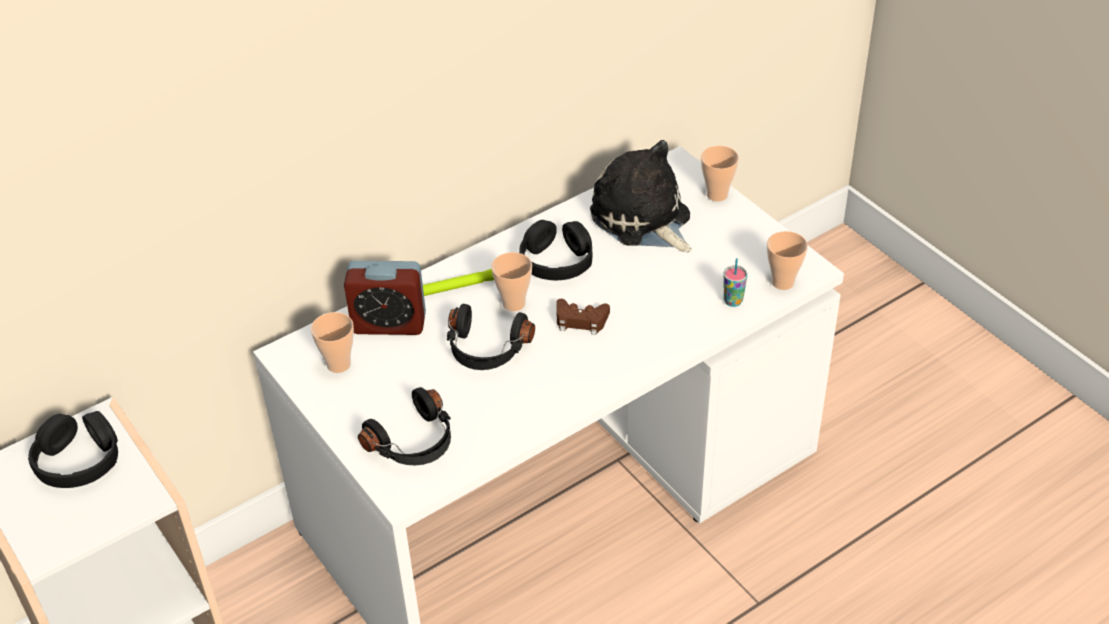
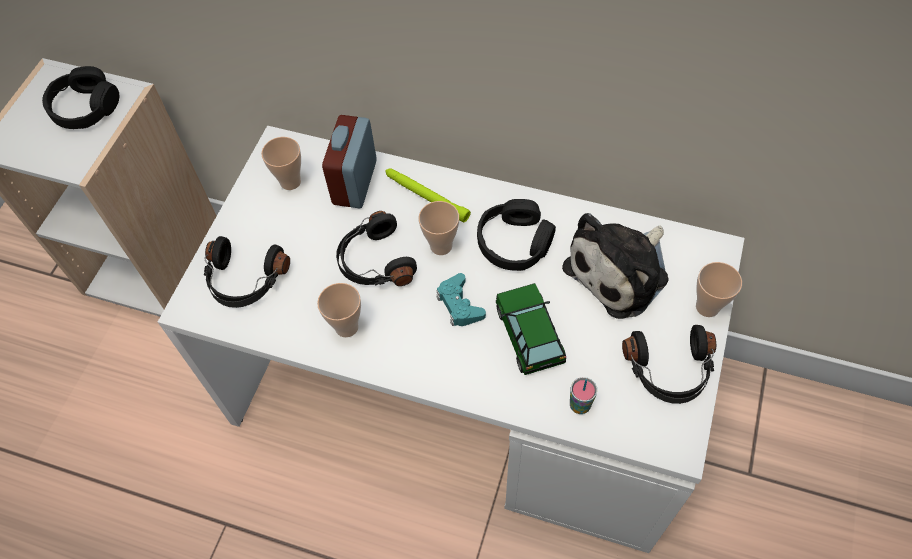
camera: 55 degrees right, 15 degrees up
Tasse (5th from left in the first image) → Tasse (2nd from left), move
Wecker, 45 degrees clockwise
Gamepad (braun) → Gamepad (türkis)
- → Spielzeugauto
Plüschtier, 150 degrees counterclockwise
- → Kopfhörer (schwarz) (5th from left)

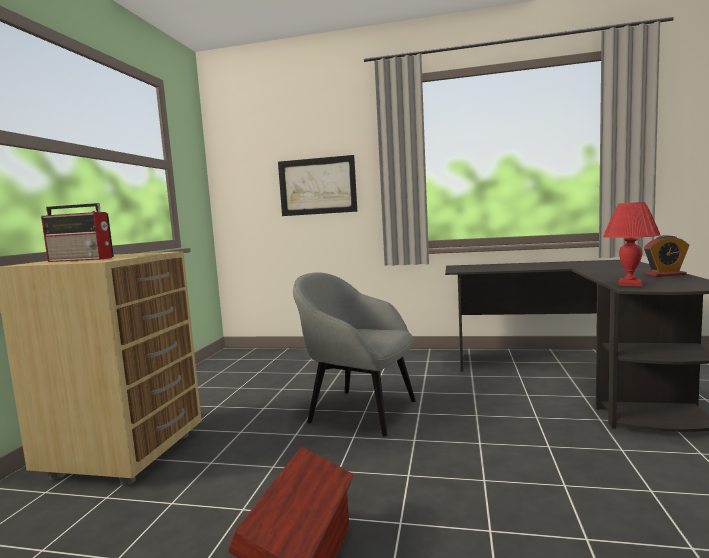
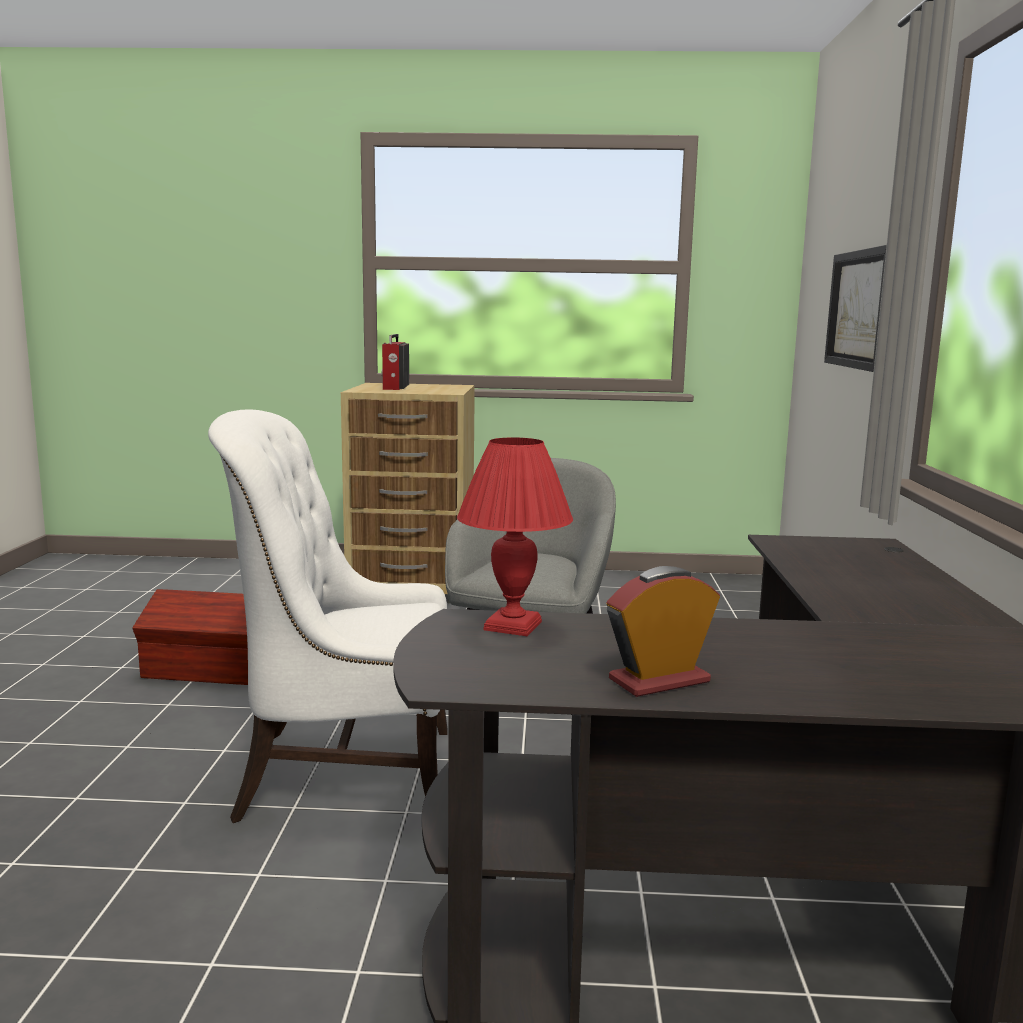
camera: 80 degrees right, 5 degrees up
- → Stuhl (weiß)
Wecker, 75 degrees clockwise

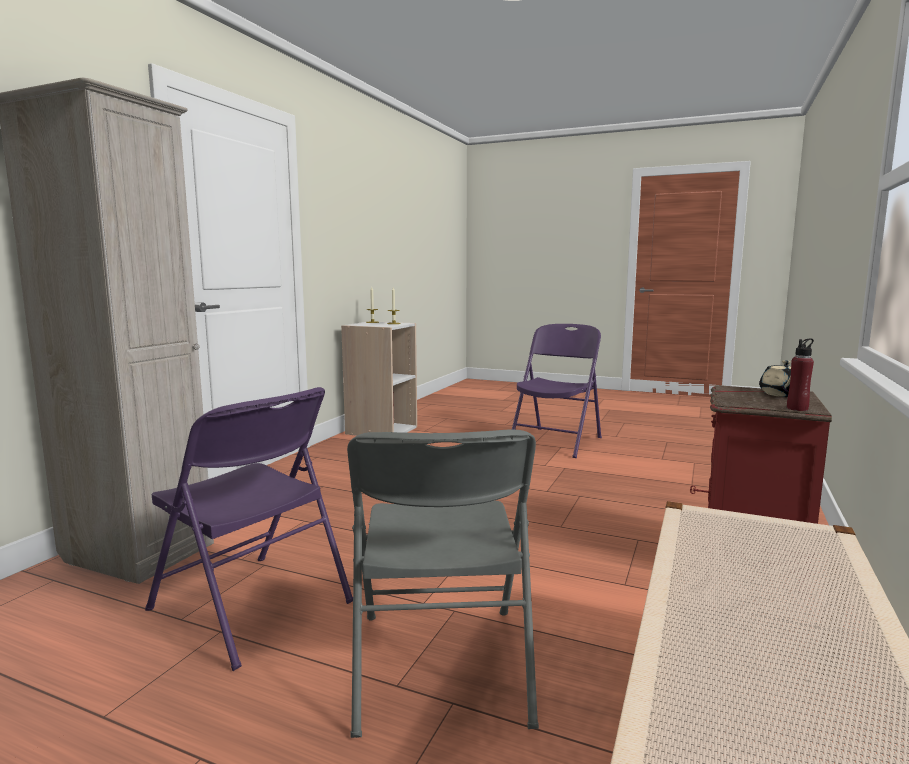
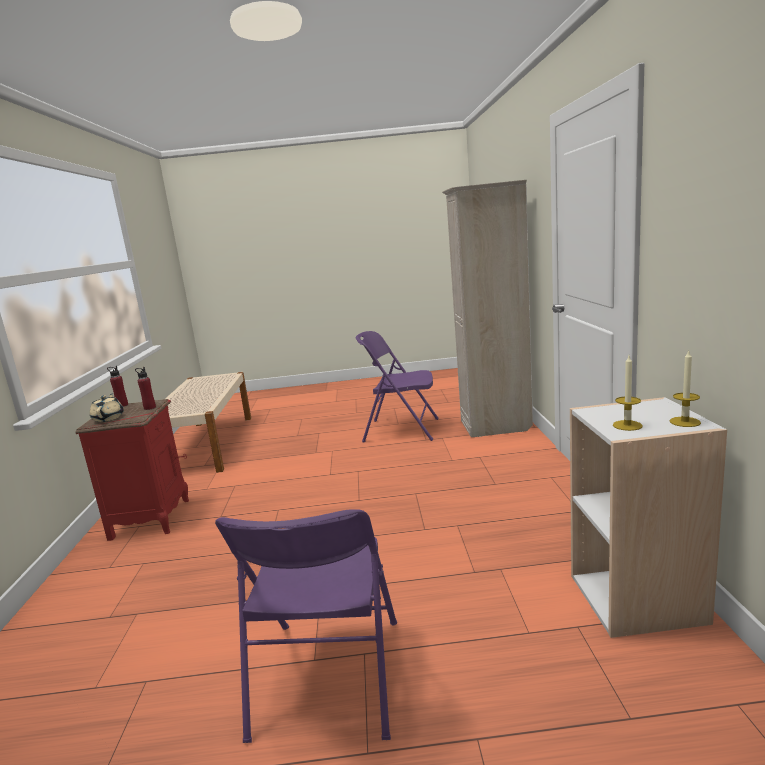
camera: 155 degrees right, 5 degrees up
- → Flasche (rot) (2nd from left)
Stuhl (grau) → -

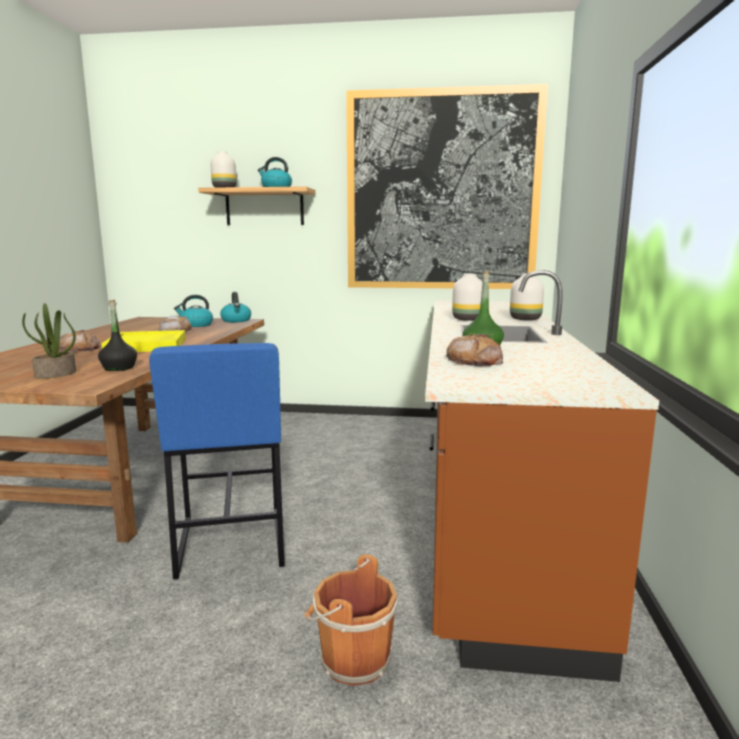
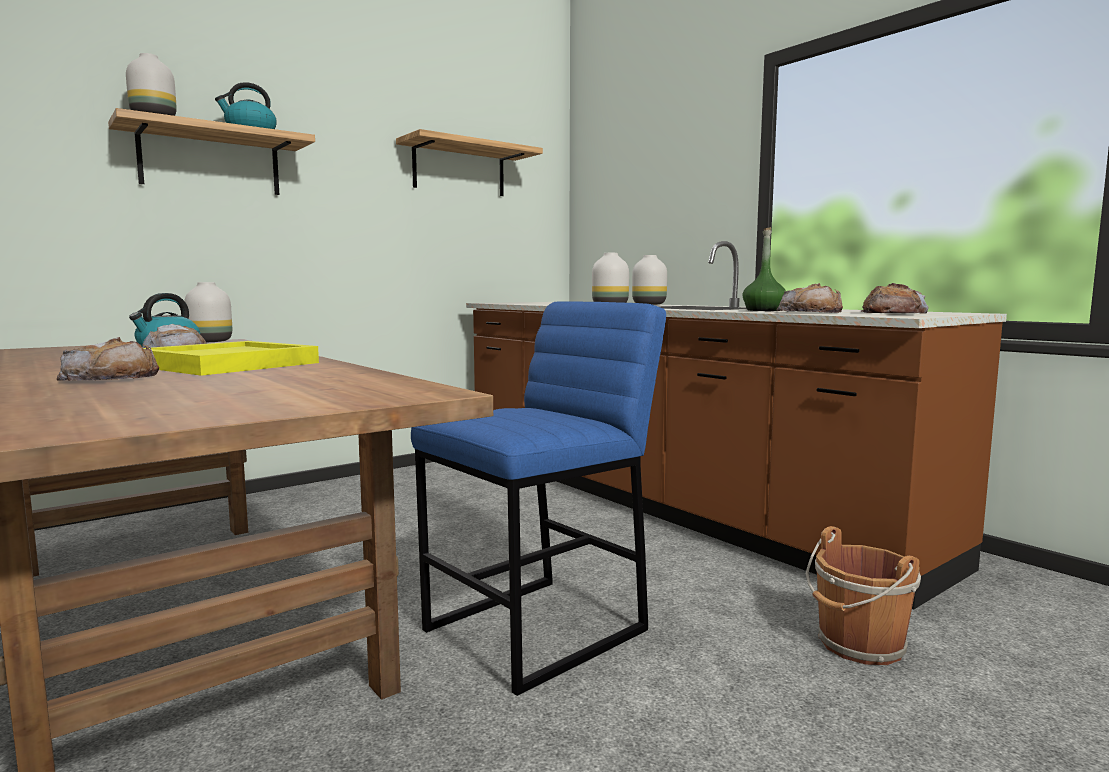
camera: 45 degrees left, 5 degrees down
Wasserkessel (2nd from left) → Vase (weiß) (2nd from left)
Bild → Wandregal (2nd from left)
Stuhl (blau), 75 degrees counterclockwise
- → Brot (4th from left)
Topfpflanze → -
Flasche (schwarz) → -

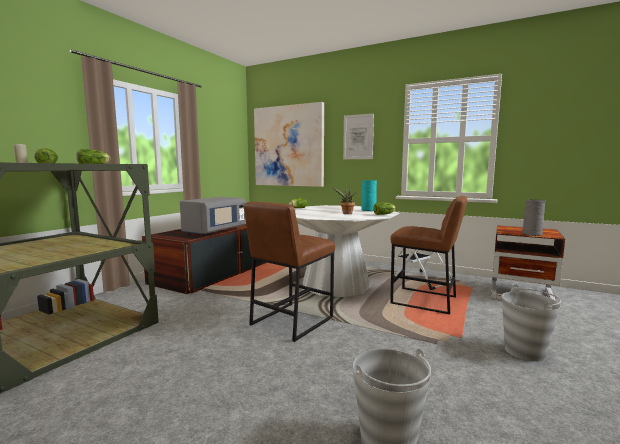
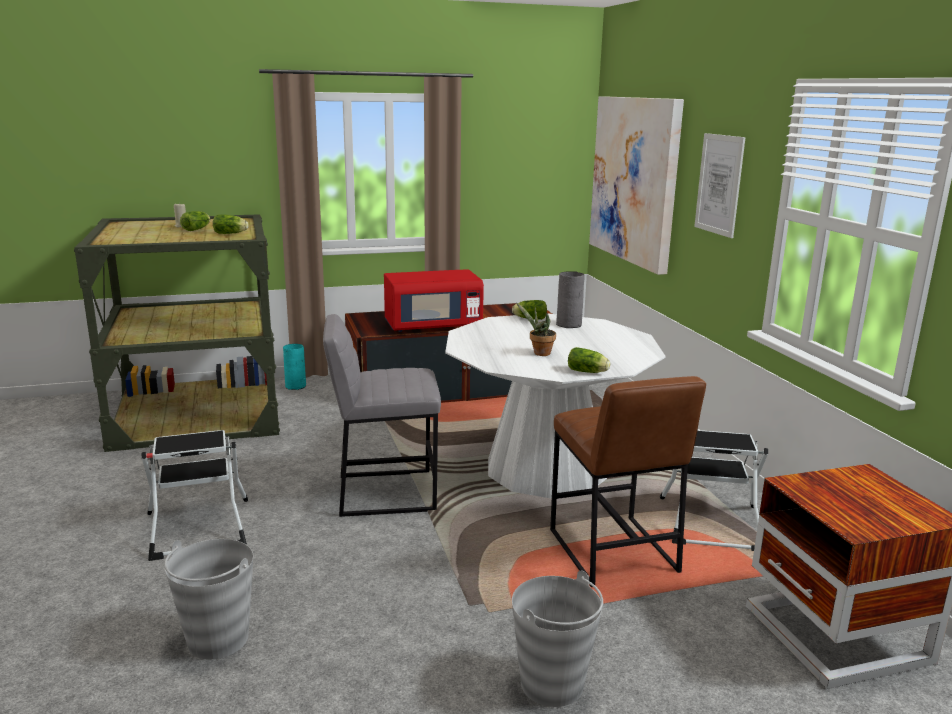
camera: 45 degrees right, 10 degrees up
- → Trittleiter (1st from left)
Vase (türkis), move
Stuhl (braun) (1st from left) → Stuhl (grau)
Mikrowelle (grau) → Mikrowelle (rot)
Vase (grau), move

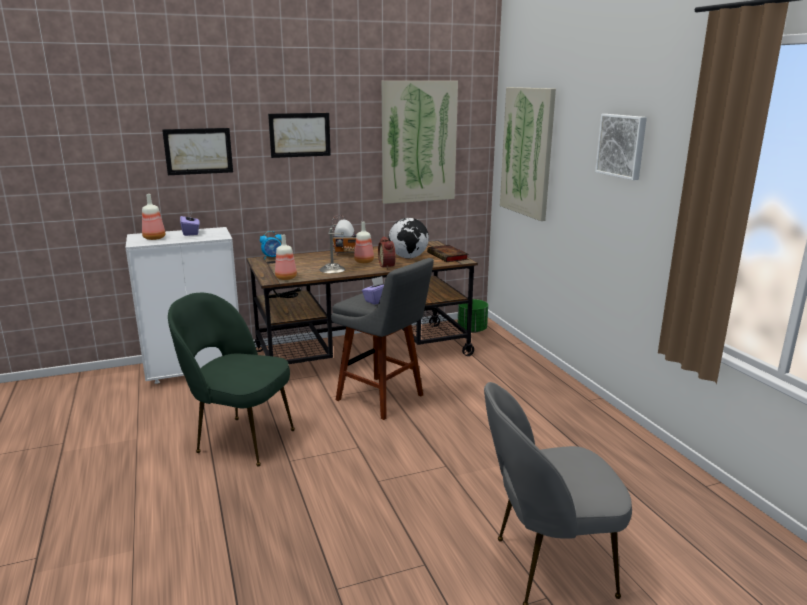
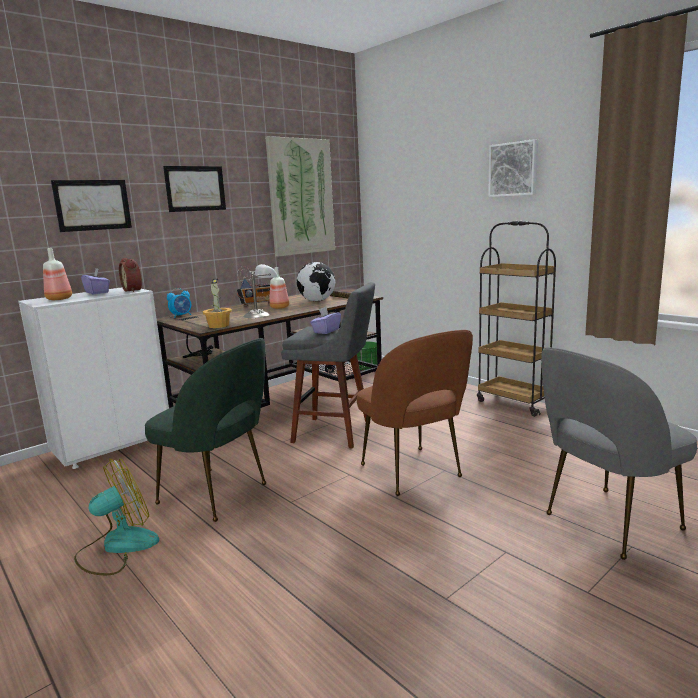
camera: 20 degrees left, 5 degrees down
- → Ventilator
Wecker (2nd from left in the first image) → Wecker (1st from left), move
Stuhl (grün), 150 degrees counterclockwise
Flasche (2nd from left) → Topfpflanze
- → Stuhl (braun)
- → Rollwagen (braun)
Bild (4th from left) → -

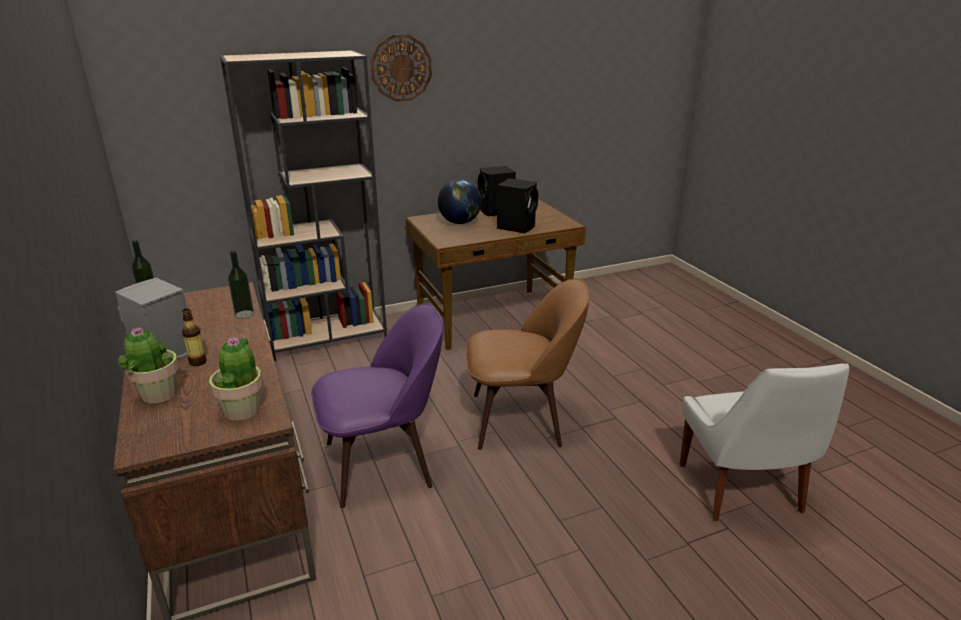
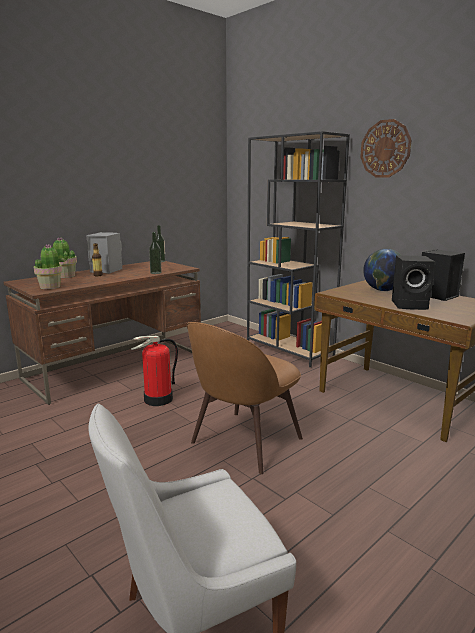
camera: 70 degrees right, 10 degrees down
Stuhl (lila) → Feuerlöscher
Stuhl (braun), 60 degrees clockwise

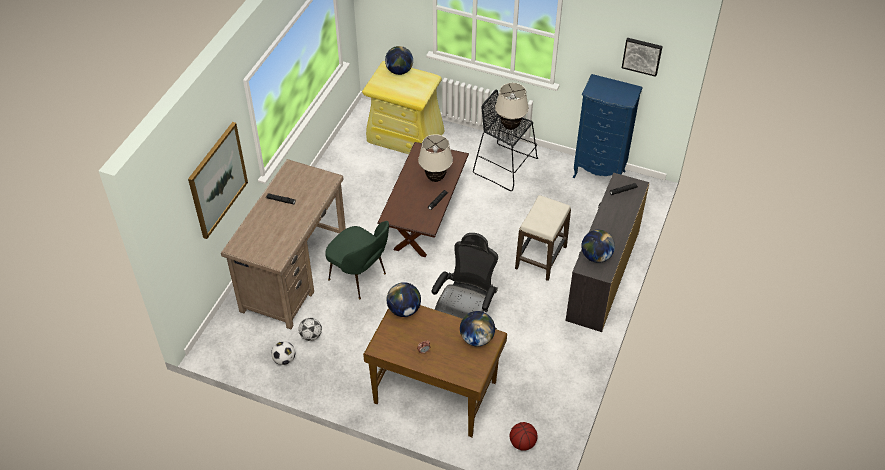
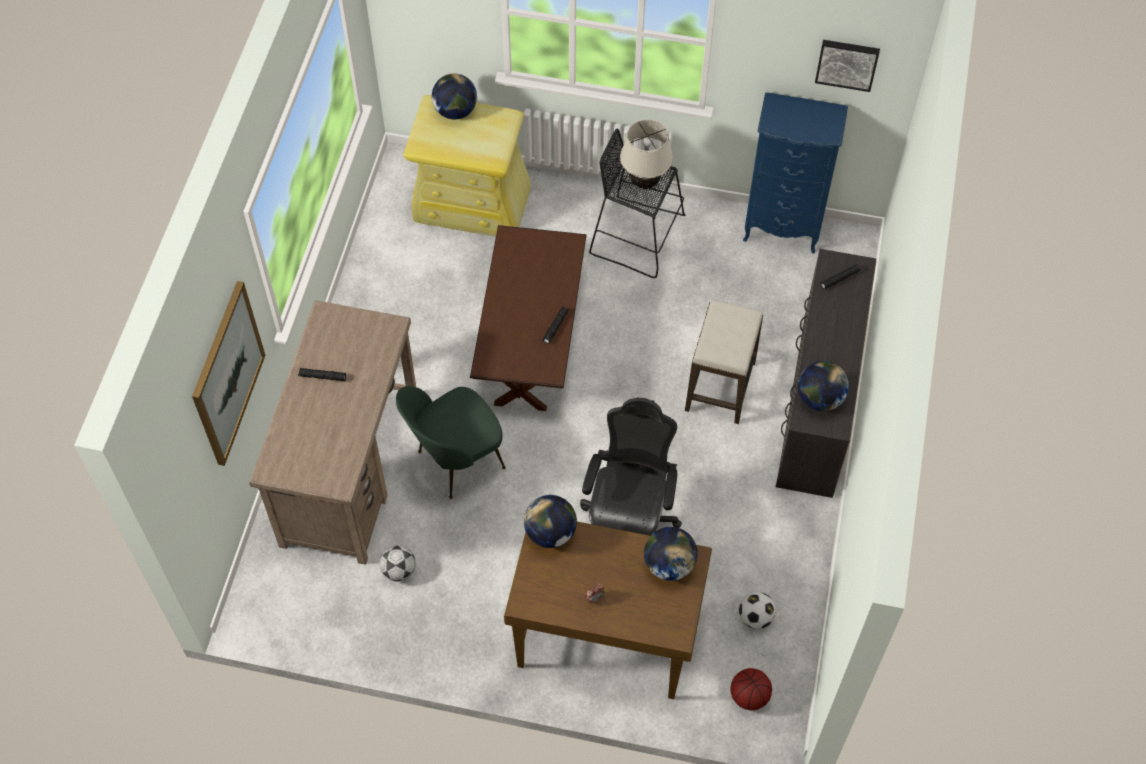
camera: 10 degrees left, 10 degrees up
Stuhl (grün), 120 degrees clockwise
Fußball (1st from left in the first image) → Fußball (2nd from left), move
Tischlampe (beige) (1st from left) → -

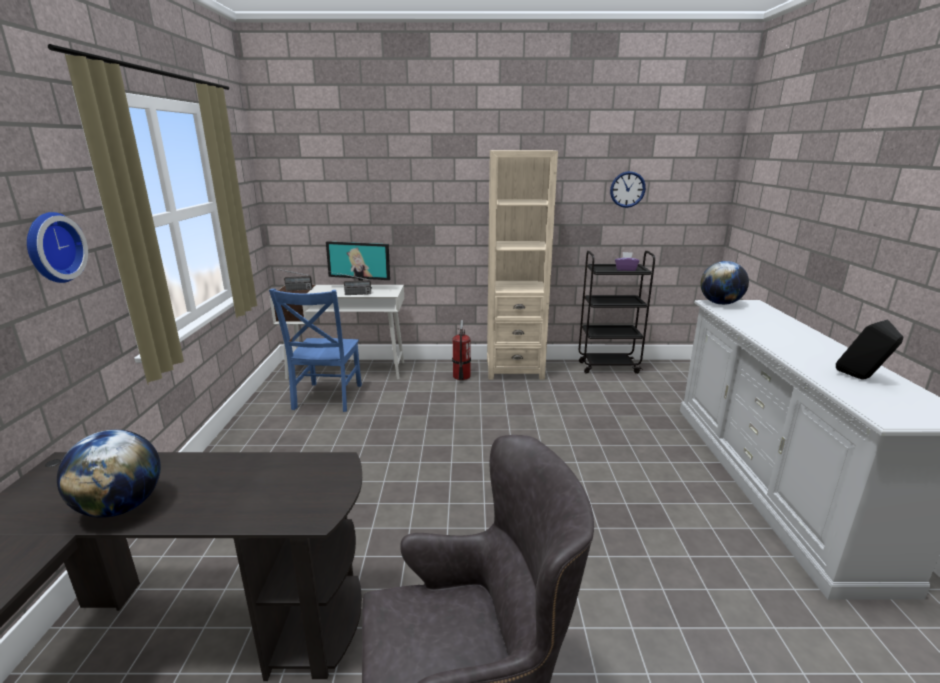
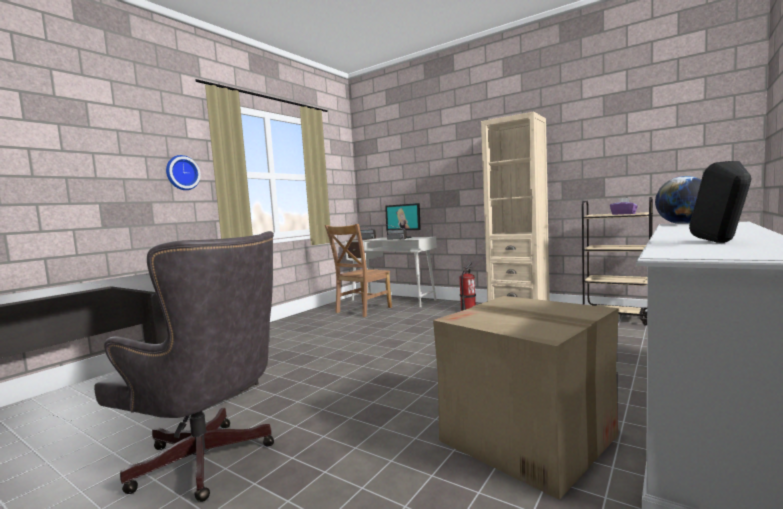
camera: 35 degrees right, 15 degrees down
Stuhl (blau) → Stuhl (braun)
- → Karton
Rollwagen (schwarz) → Rollwagen (beige)
Globus (1st from left) → -
Wanduhr (2nd from left) → -

